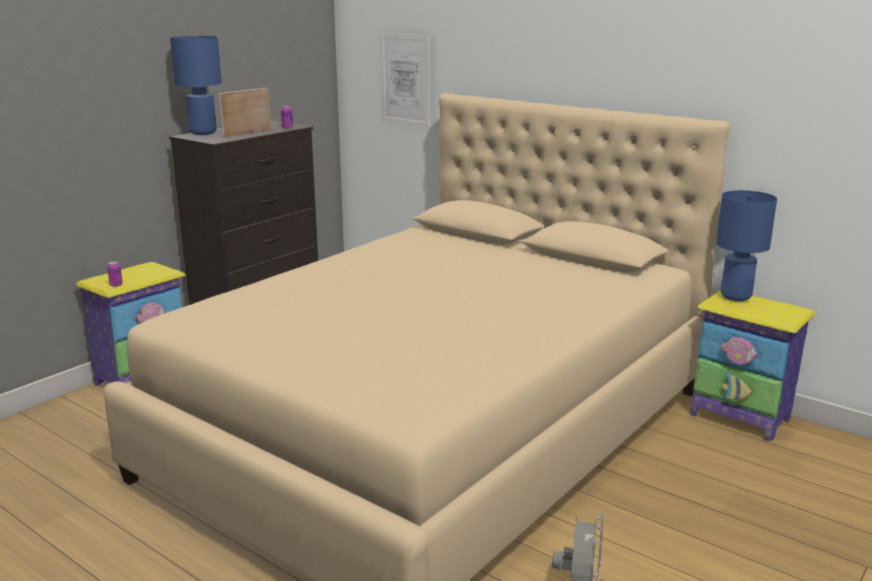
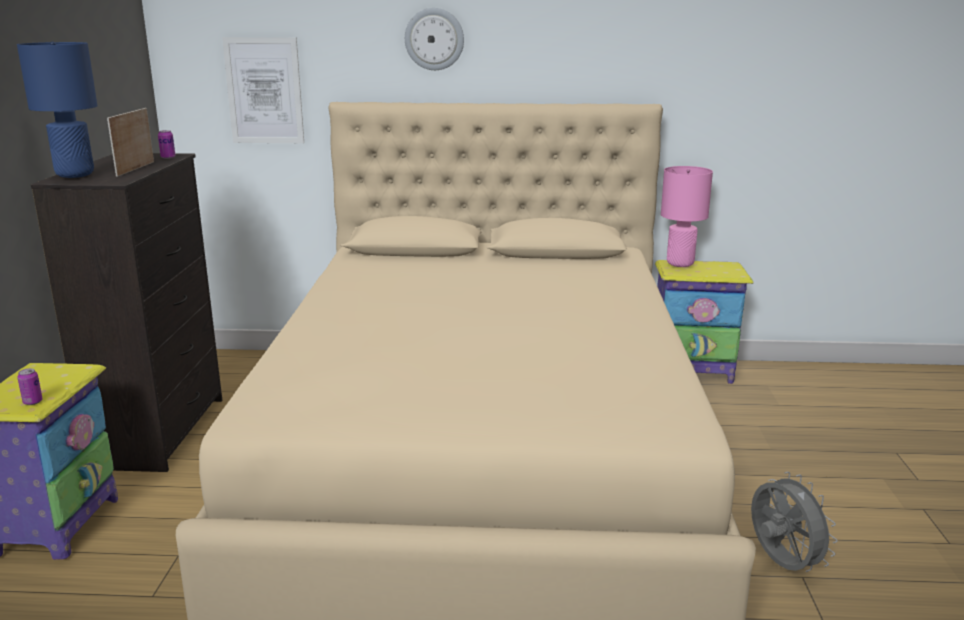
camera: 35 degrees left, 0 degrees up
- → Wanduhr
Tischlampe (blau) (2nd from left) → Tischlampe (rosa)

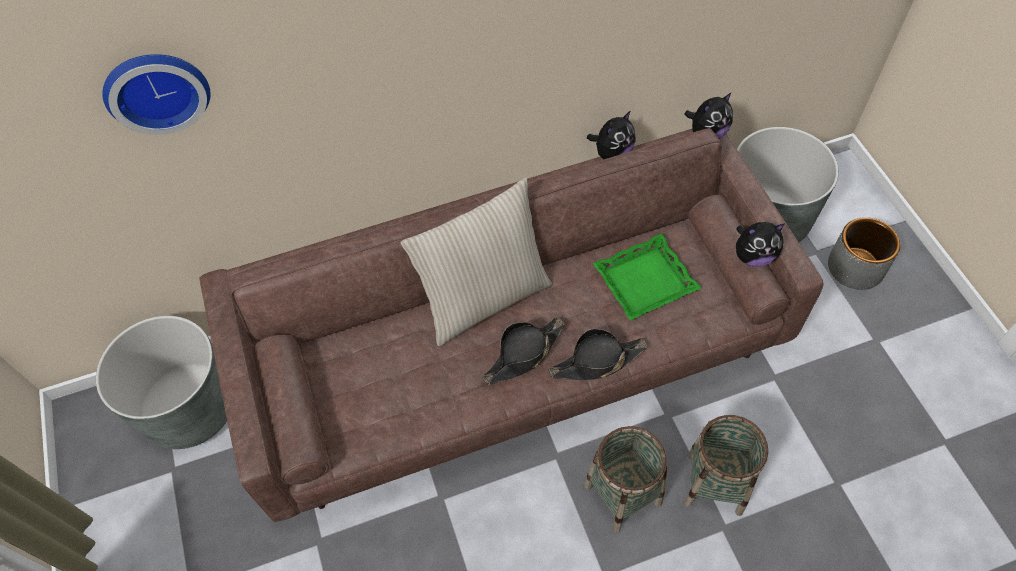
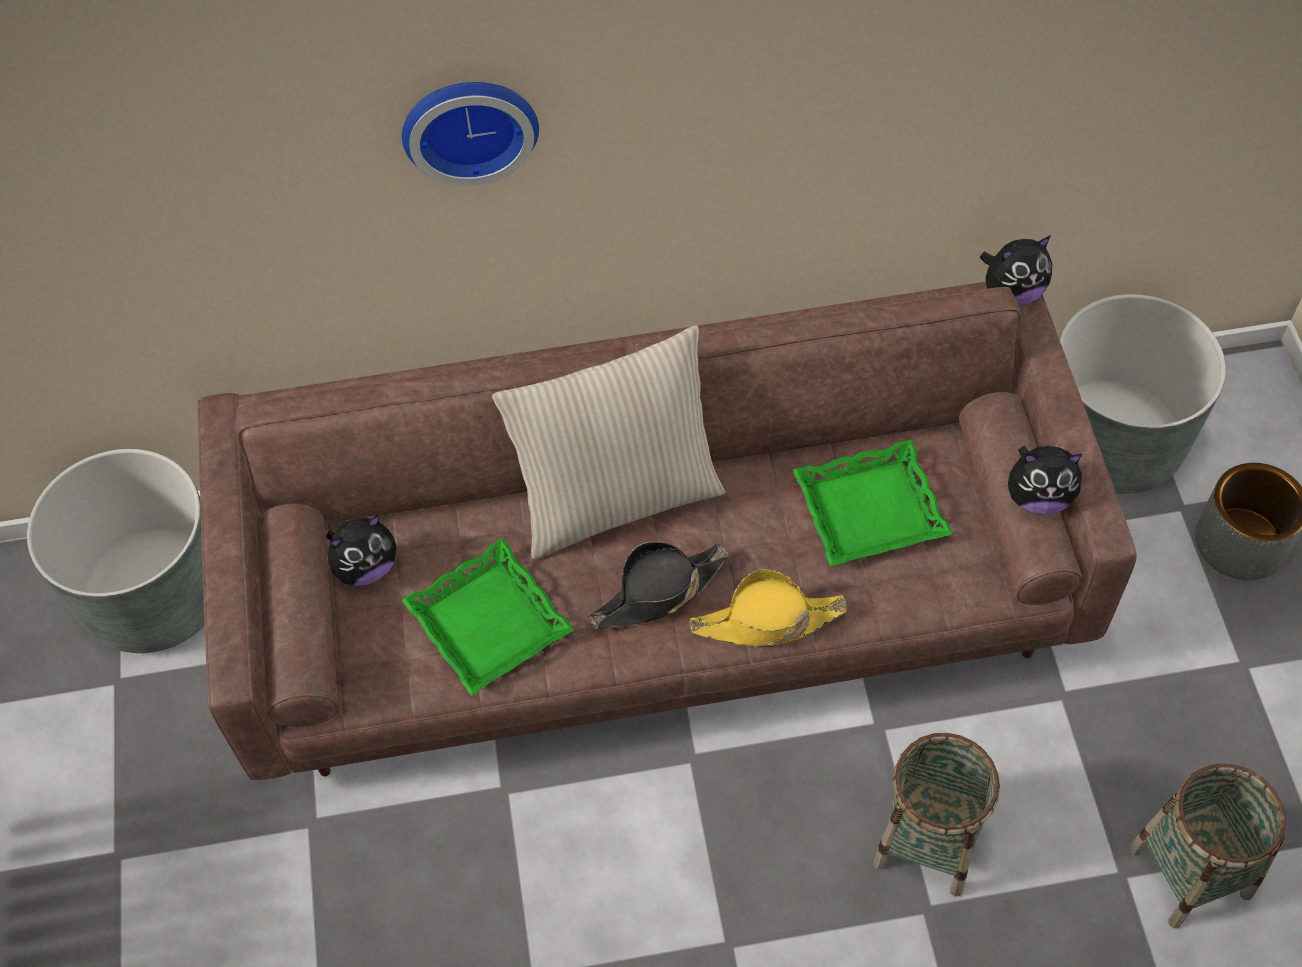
camera: 10 degrees right, 0 degrees up
Plüschtier (1st from left), move
Wanduhr, move
- → Tablett (grün) (1st from left)
Hut (schwarz) (2nd from left) → Hut (gelb)
Korb (1st from left in the first image) → Korb (2nd from left), move

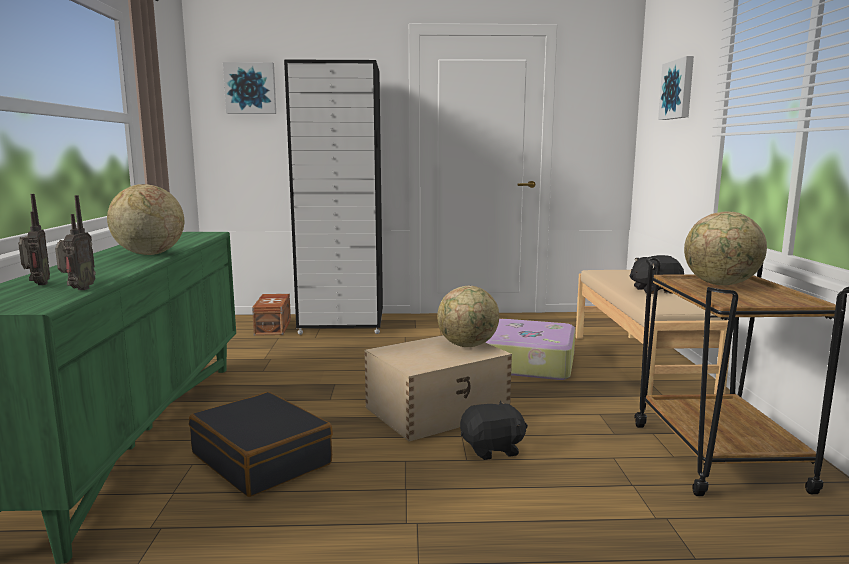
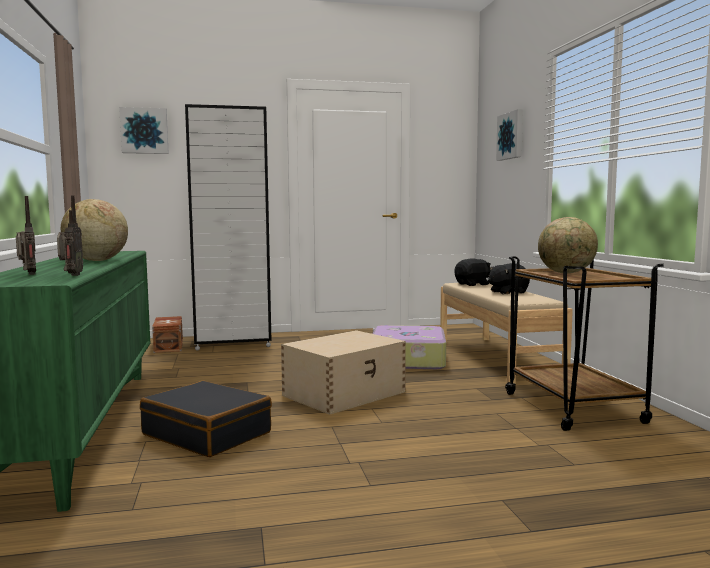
camera: 10 degrees left, 5 degrees down
Plüschtier (schwarz) (1st from left), move
Globus (2nd from left) → -

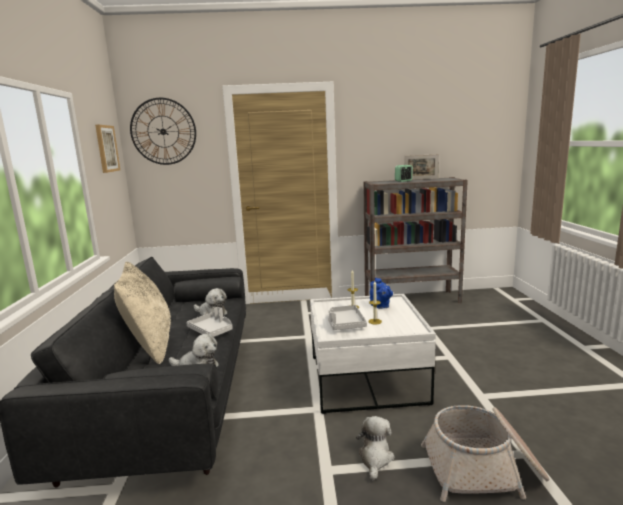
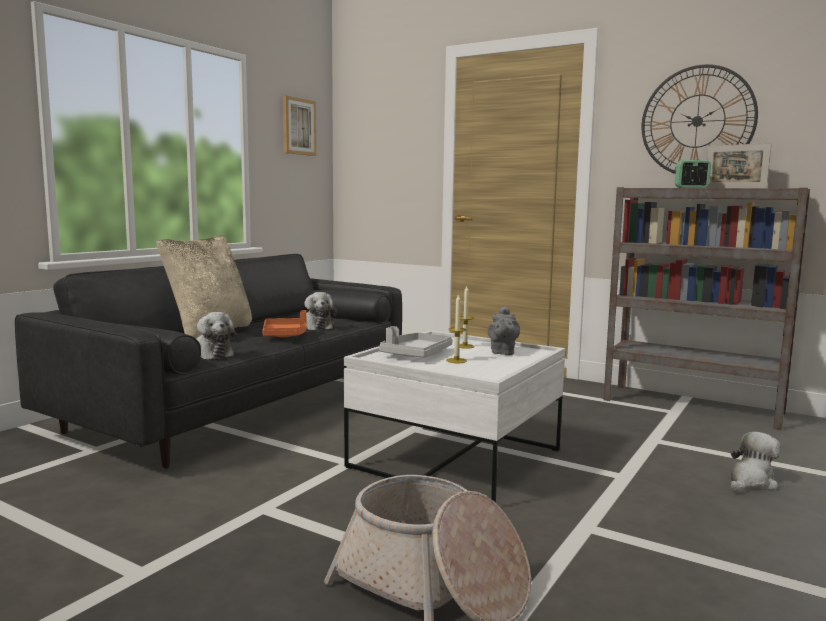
camera: 35 degrees right, 5 degrees down
Tablett (grau) (1st from left) → Tablett (orange)
Teekanne (blau) → Teekanne (grau)
Wanduhr, move
Plüschtier (3rd from left), move

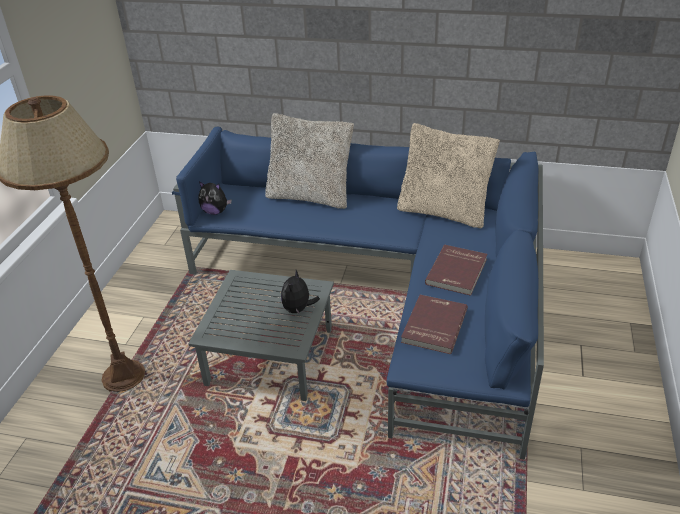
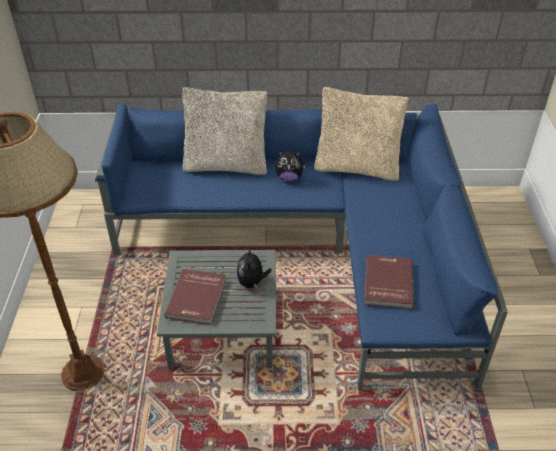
camera: 15 degrees left, 5 degrees up
Buch (rot) (2nd from left in the first image) → Buch (rot) (1st from left), move
Plüschtier (1st from left in the first image) → Plüschtier (2nd from left), move

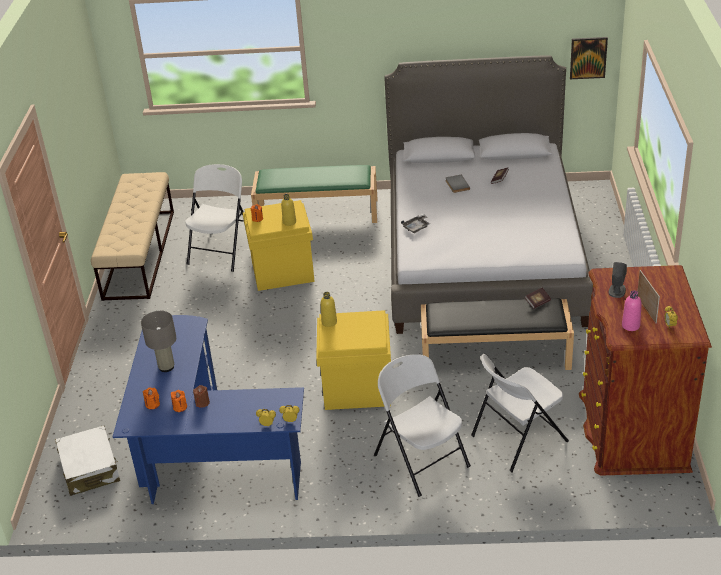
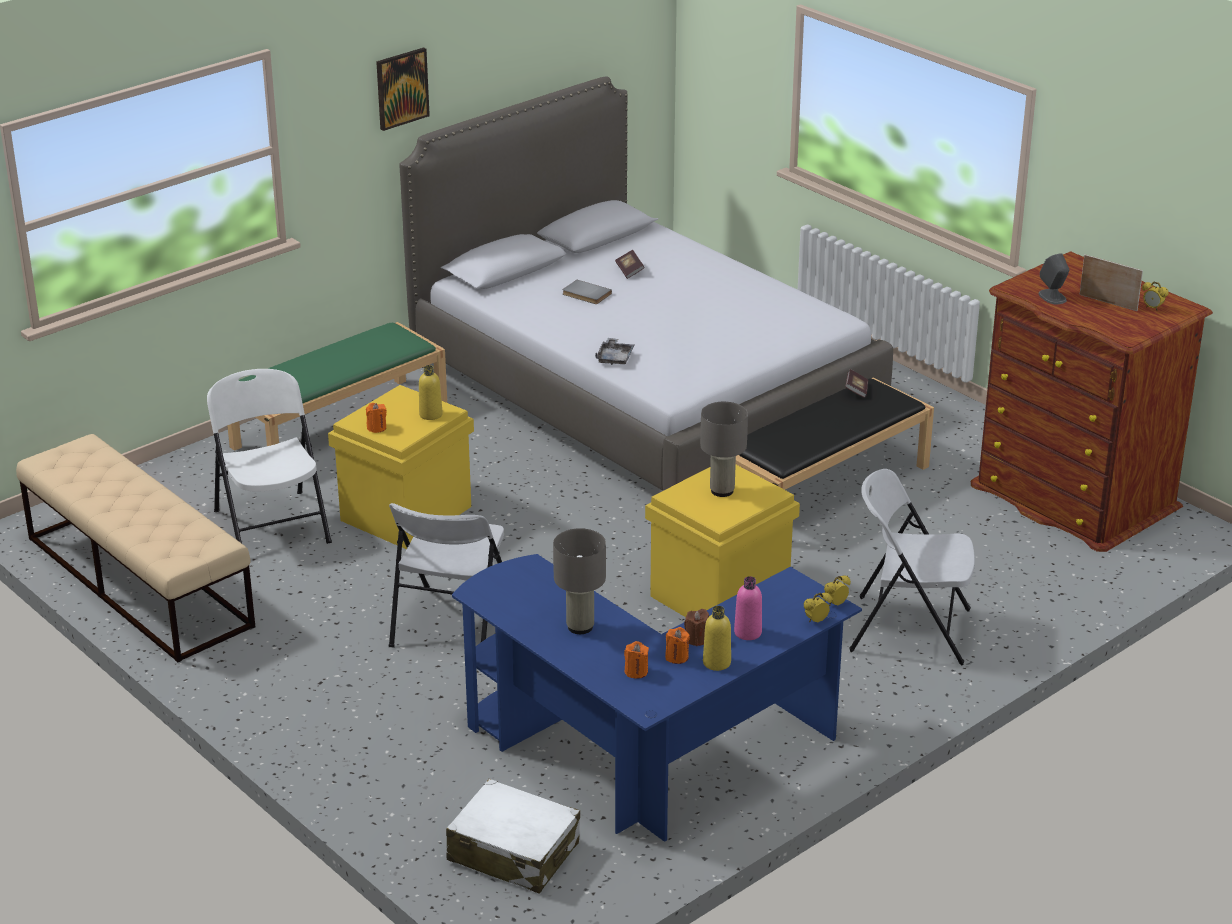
camera: 45 degrees left, 5 degrees down
Bild, move
Stuhl (weiß) (3rd from left in the first image) → Stuhl (weiß) (2nd from left), move
- → Tischlampe (grau) (2nd from left)
Flasche (gelb) (2nd from left), move
Flasche (rosa), move

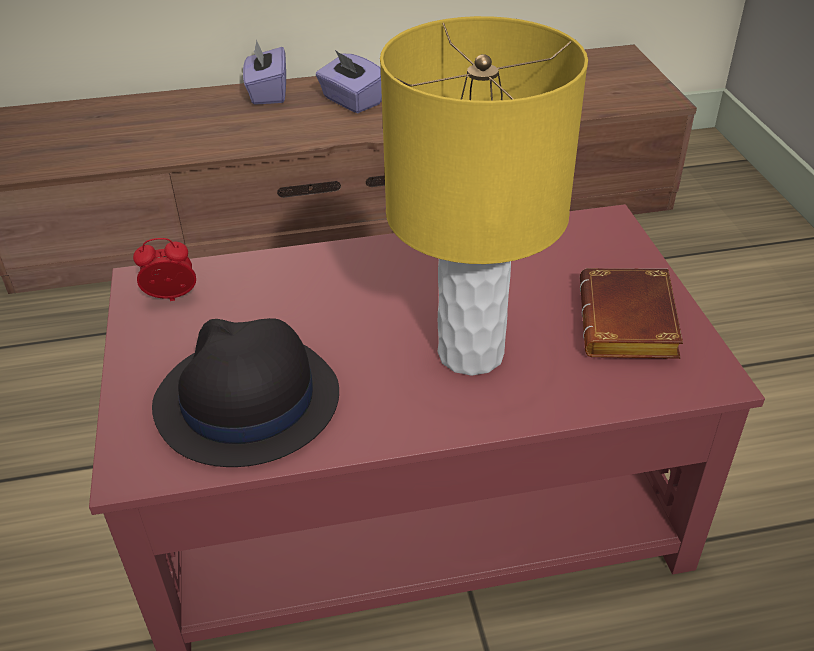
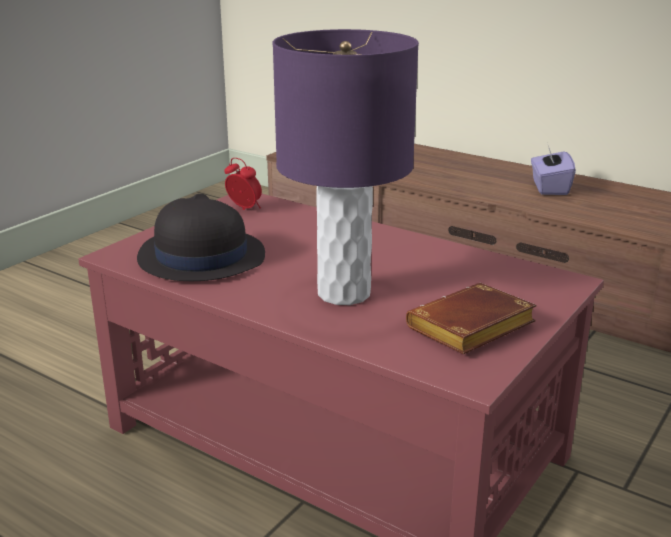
camera: 45 degrees right, 15 degrees down
Tischlampe (gelb) → Tischlampe (lila)
Taschentuchbox (lila) (1st from left) → -

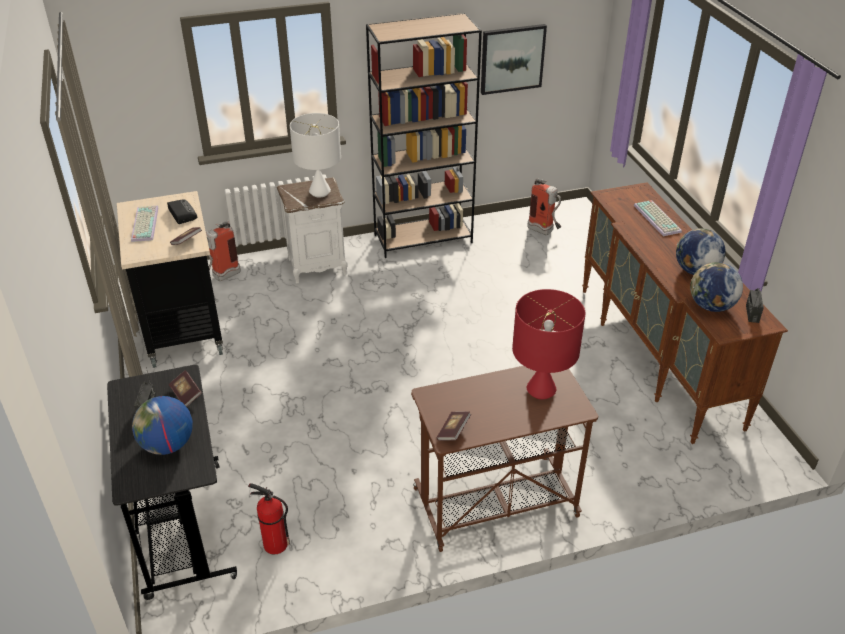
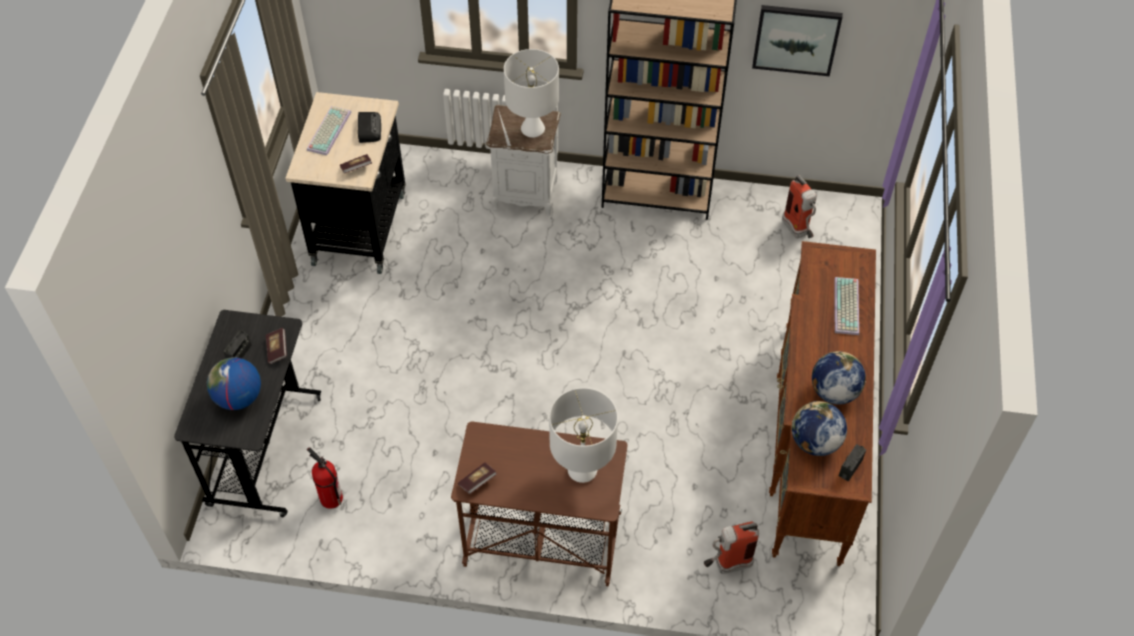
camera: 25 degrees right, 15 degrees up
Tischlampe (rot) → Tischlampe (weiß) (2nd from left)
Feuerlöscher (1st from left in the first image) → Feuerlöscher (2nd from left), move

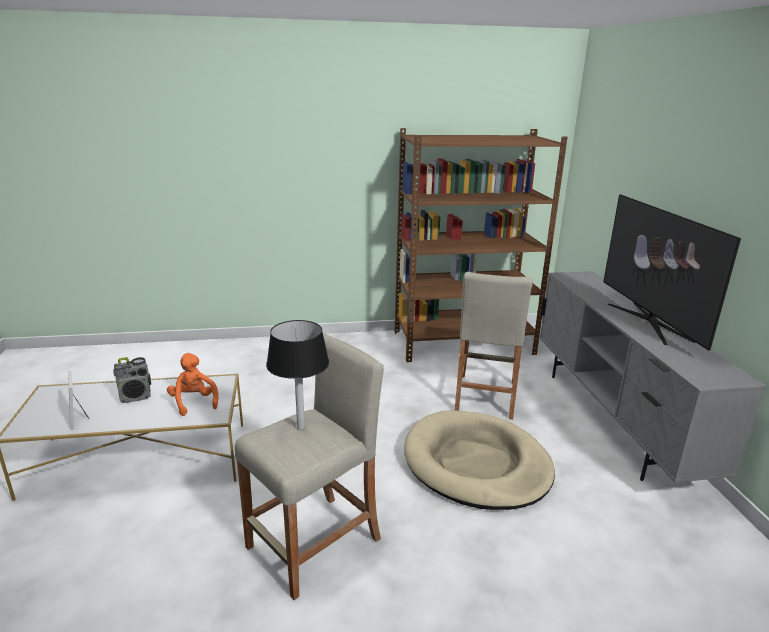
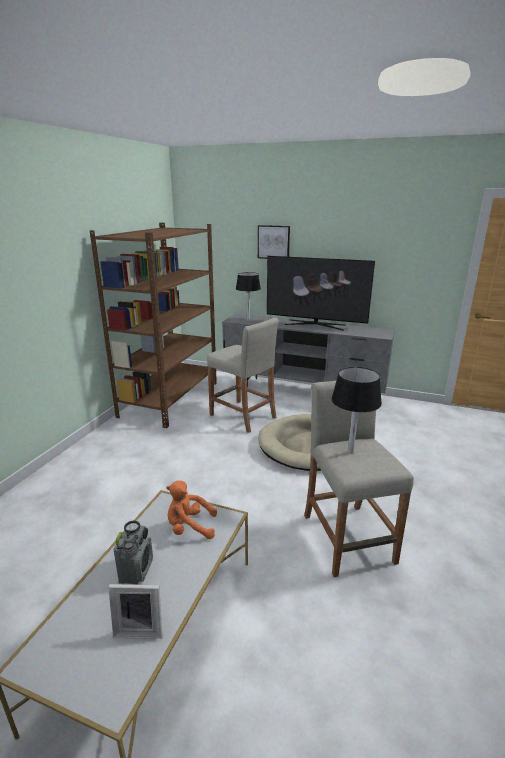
camera: 60 degrees left, 0 degrees up
- → Tischlampe (schwarz) (1st from left)
- → Bild

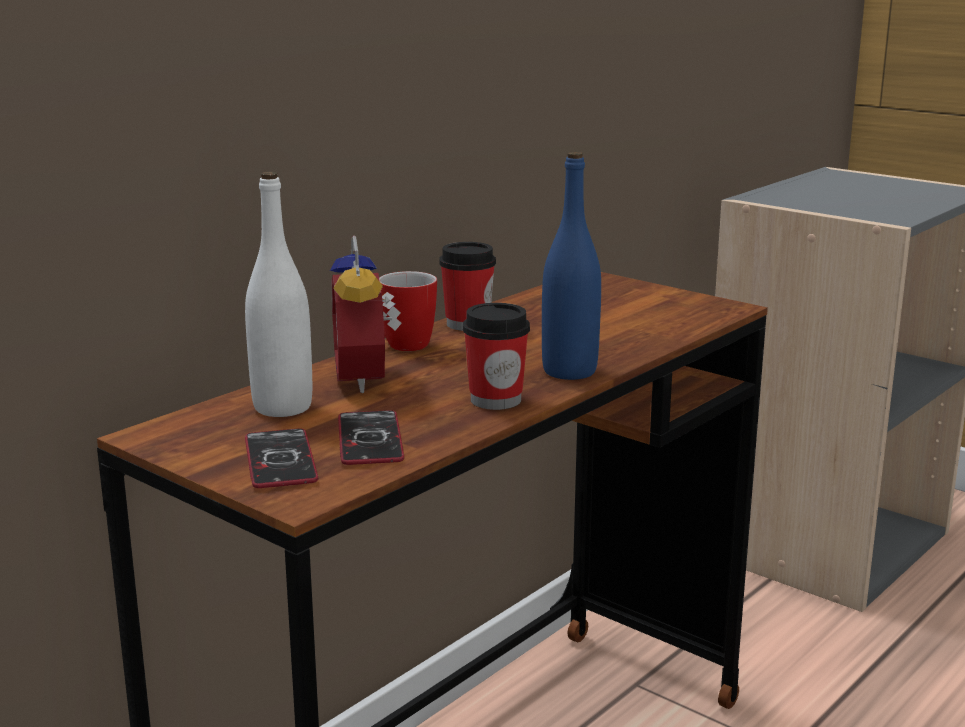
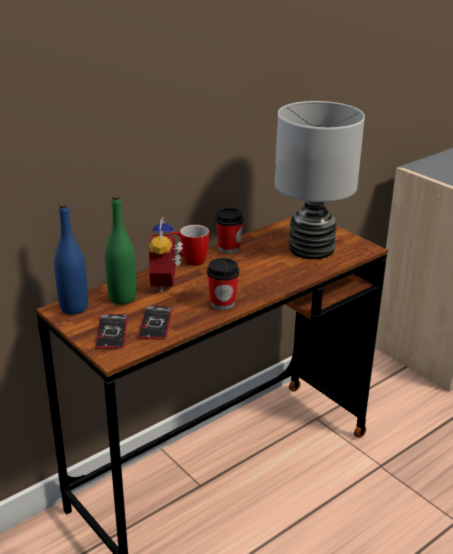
camera: 10 degrees right, 10 degrees up
Flasche (blau), move
Flasche (weiß) → Flasche (grün)
- → Tischlampe (grau)

